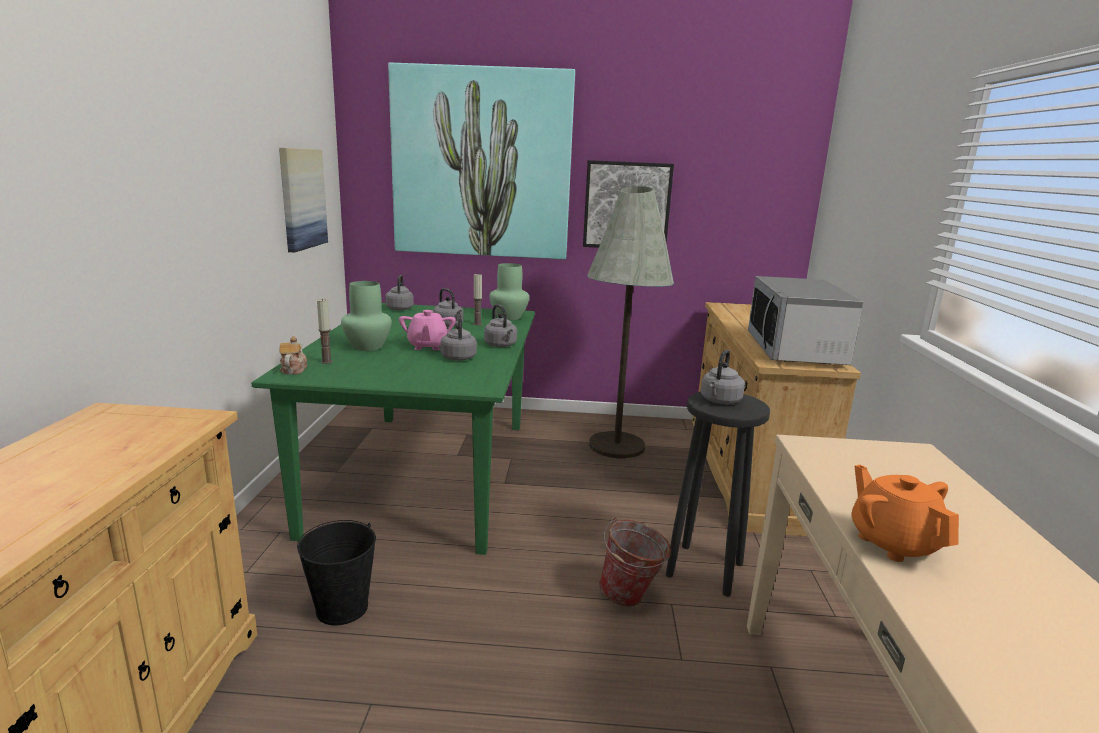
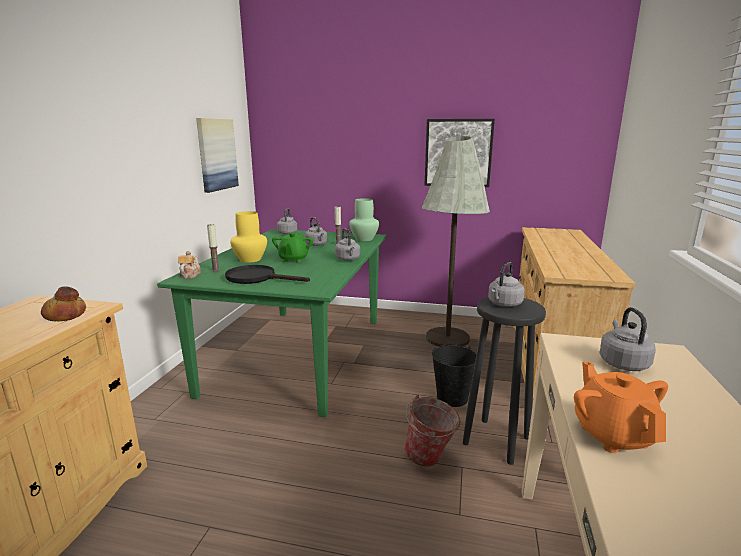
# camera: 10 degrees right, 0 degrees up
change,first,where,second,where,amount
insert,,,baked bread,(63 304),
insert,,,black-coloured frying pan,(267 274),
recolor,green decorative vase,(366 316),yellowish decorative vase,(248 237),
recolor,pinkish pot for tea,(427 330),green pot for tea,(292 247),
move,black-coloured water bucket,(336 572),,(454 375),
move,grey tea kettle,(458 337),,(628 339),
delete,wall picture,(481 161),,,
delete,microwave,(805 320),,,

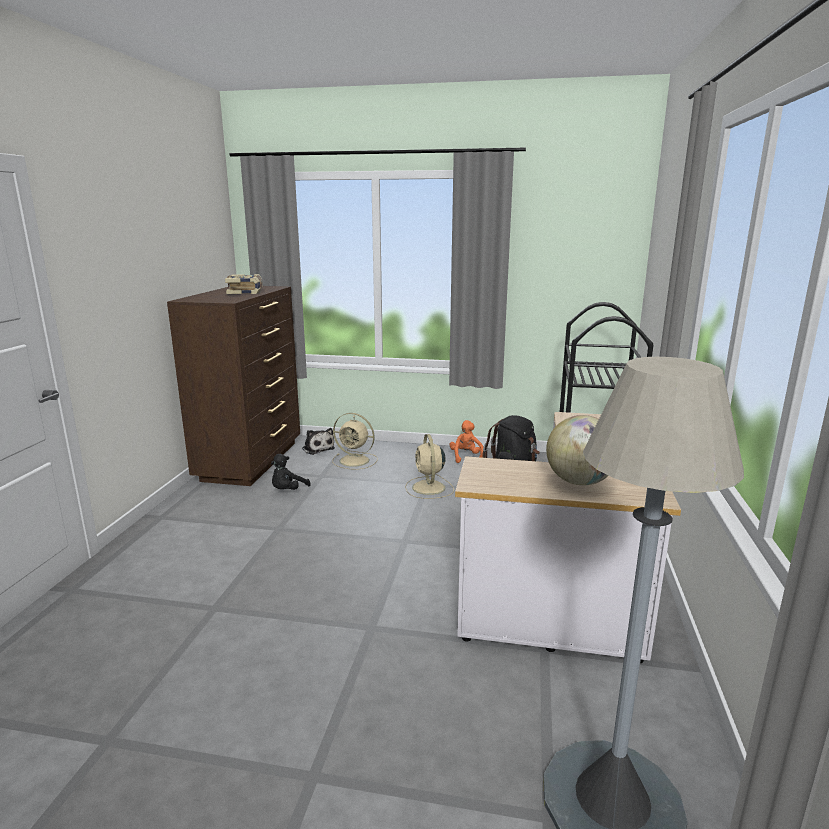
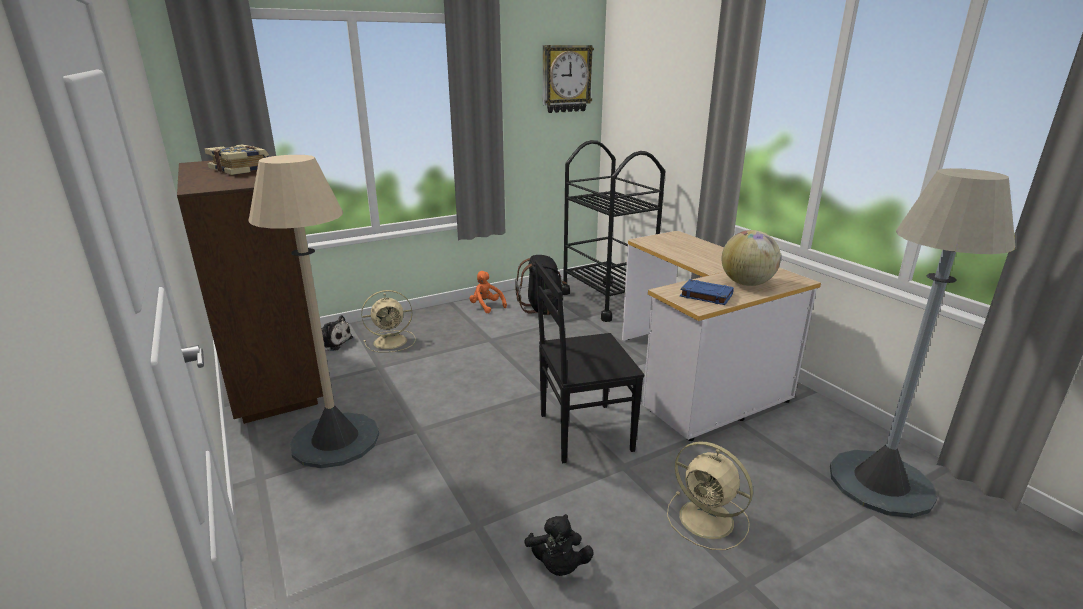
# camera: 40 degrees left, 5 degrees up
change,first,where,second,where,amount
insert,,,beige-coloured standing lamp,(313 312),
move,black-coloured soft toy,(291 472),,(559 545),
insert,,,black-coloured plain chair,(589 361),
insert,,,clock on the wall,(568 79),
move,beige-coloured electric fan,(429 466),,(710 495),
insert,,,blue bound book,(707 292),

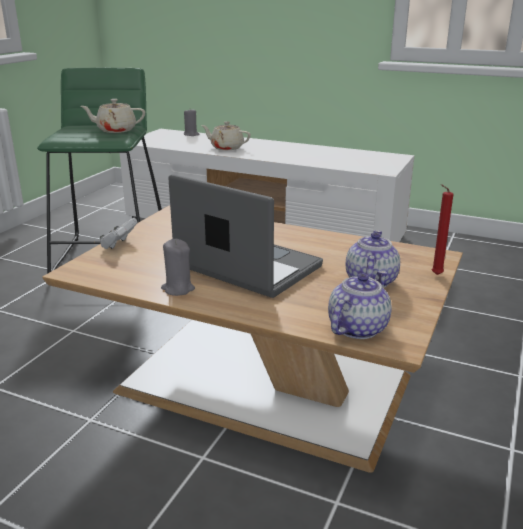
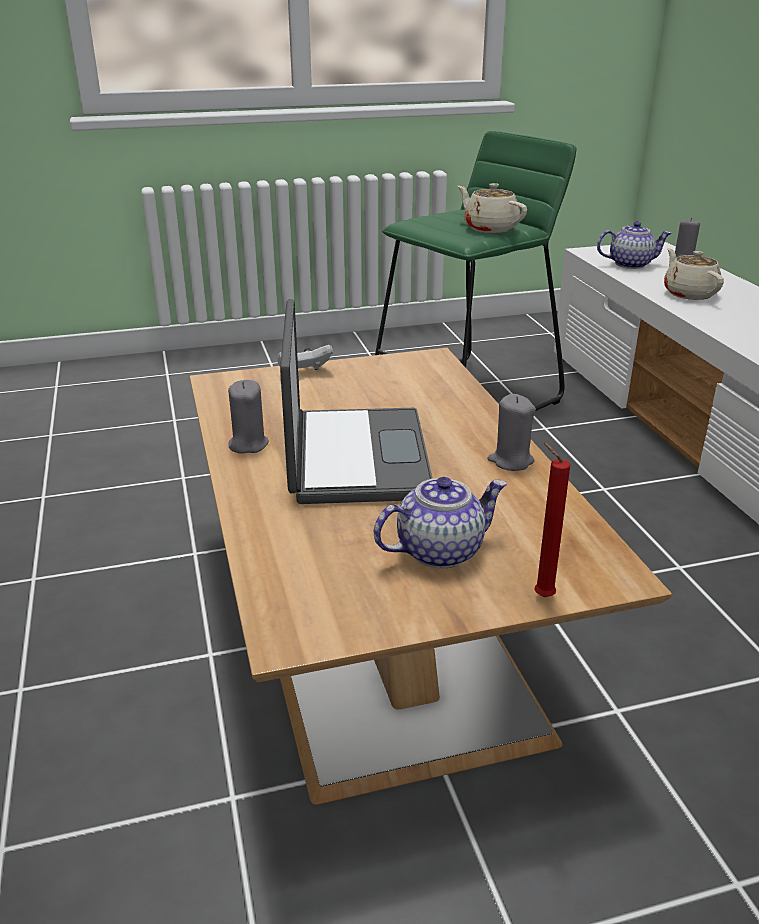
# camera: 50 degrees right, 5 degrees up
change,first,where,second,where,amount
insert,,,grey candle,(511 432),
move,pot for tea,(360 305),,(634 245),

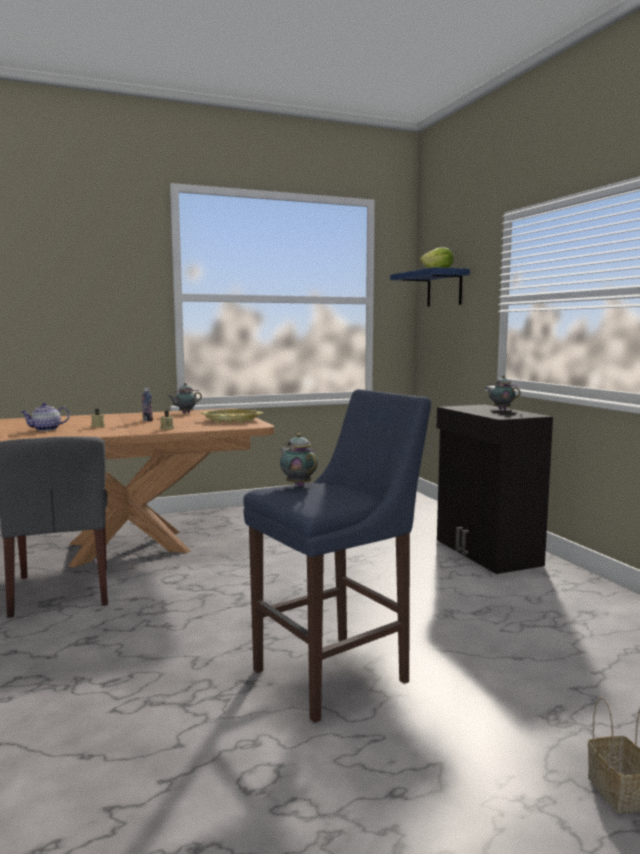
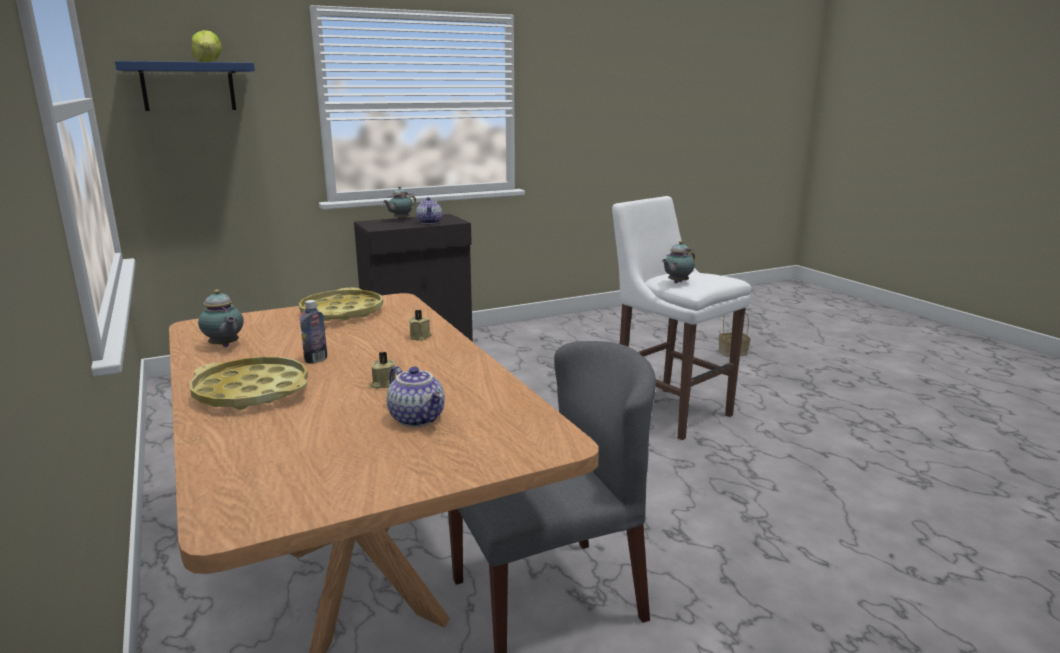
# camera: 95 degrees left, 10 degrees up
change,first,where,second,where,amount
insert,,,yellowish serving tray,(248 383),
insert,,,pot for tea,(429 210),
recolor,blue stool seat,(337 556),whitish stool seat,(681 318),

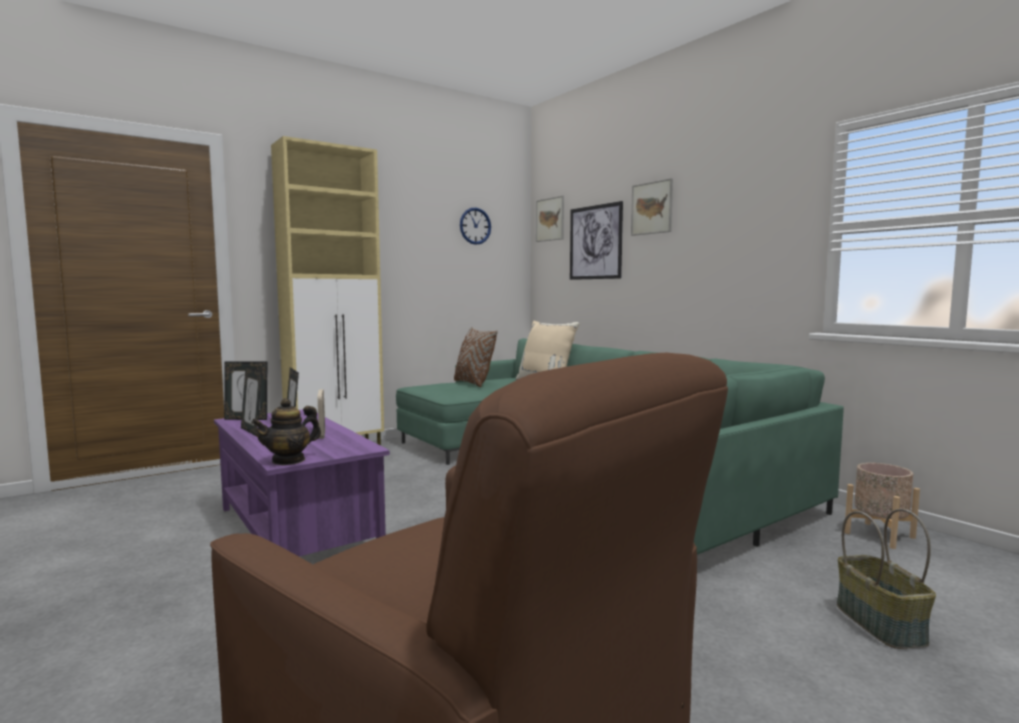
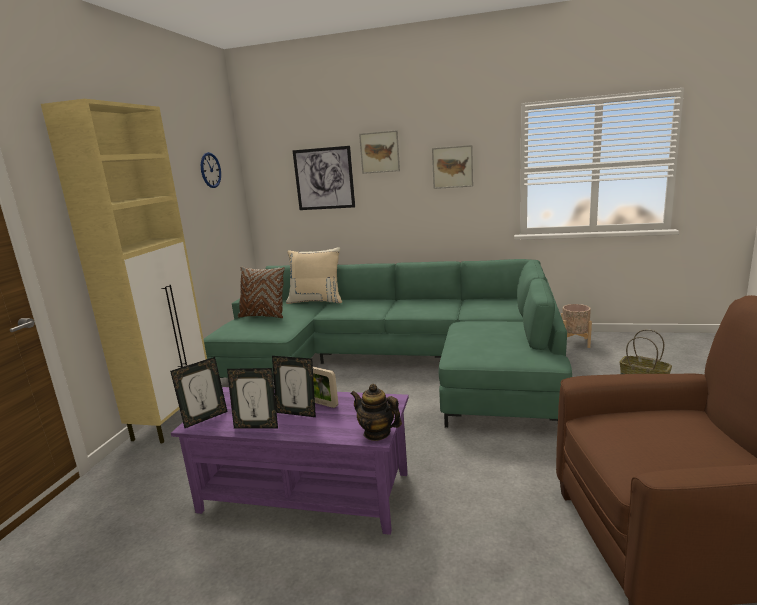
# camera: 40 degrees left, 10 degrees up
change,first,where,second,where,amount
rotate,pot for tea,(286 431),,(376 412),120 degrees clockwise
move,wall picture,(550 218),,(452 167),

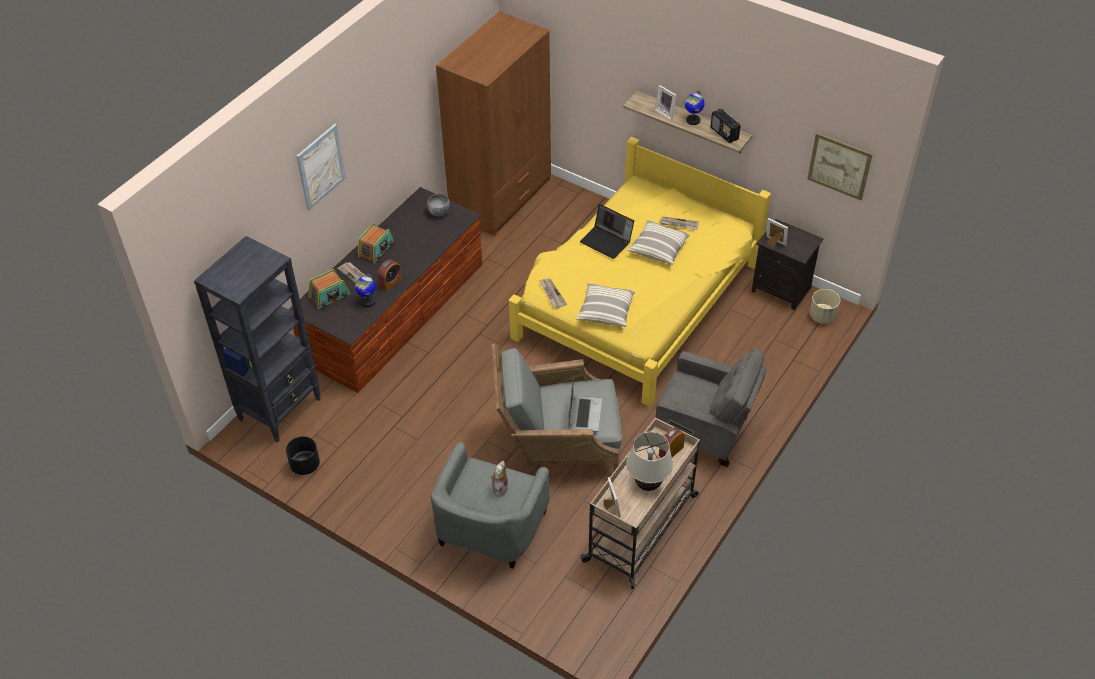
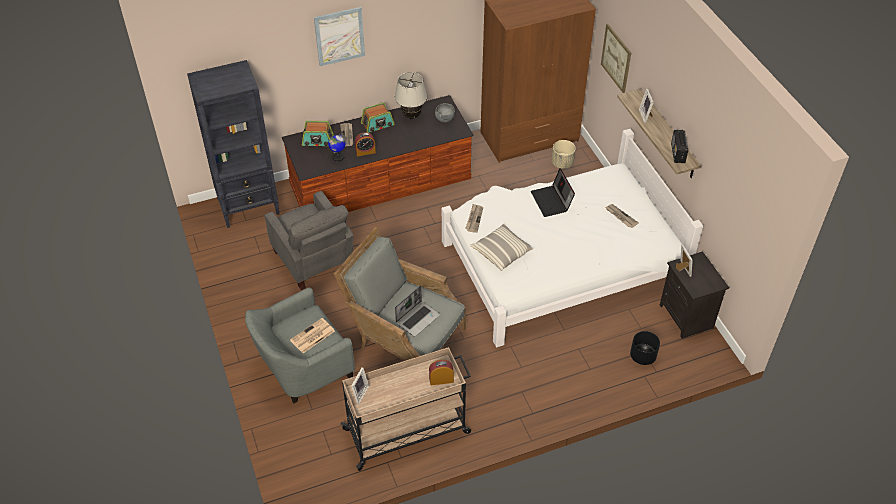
# camera: 35 degrees right, 0 degrees up
change,first,where,second,where,amount
move,grey lounge chair,(711 407),,(308 240),
replace,soft toy,(499 479),newspaper,(312 335),
move,beige-coloured table lamp,(649 461),,(411 95),
recolor,yellowish bedroom bed,(640 272),whitish bedroom bed,(572 238),
move,beige-coloured plant pot,(824 306),,(564 154),
move,wall picture,(840 166),,(616 58),
move,black-coloured plant pot,(303 455),,(645 348),
delete,pillow,(659 242),,,
delete,world globe,(695 108),,,

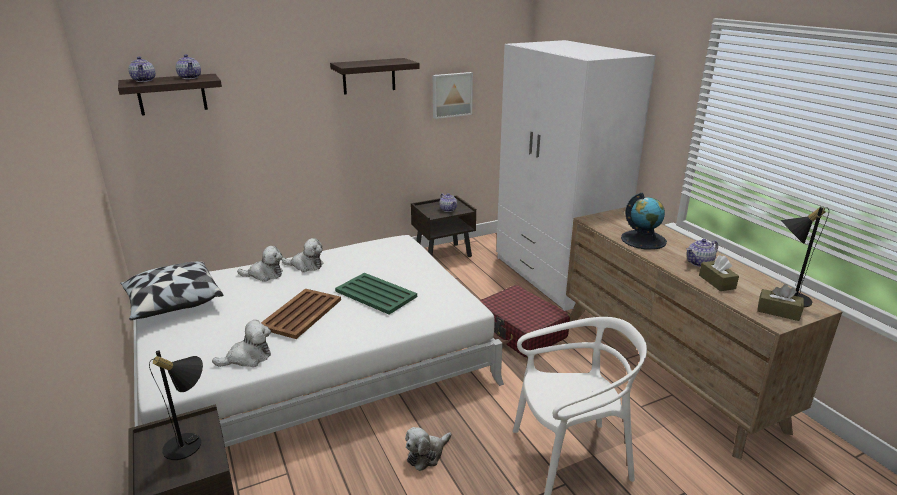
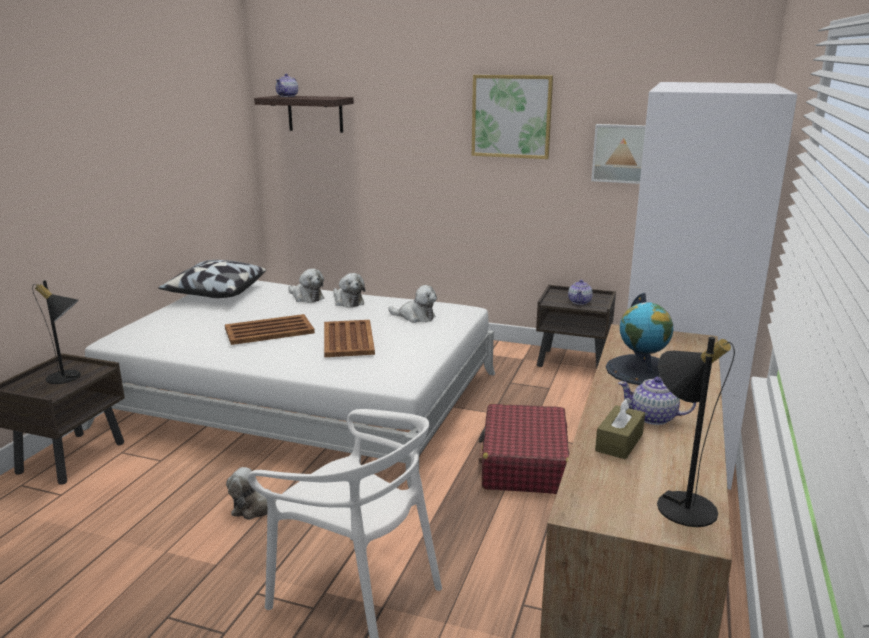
# camera: 45 degrees right, 5 degrees down
change,first,where,second,where,amount
recolor,green serving tray,(376 294),brownish serving tray,(349 338),
move,soft toy,(241 343),,(412 304),
replace,shelf,(375 76),wall picture,(512 117),
delete,pot for tea,(188 66),,,
delete,brownish tissue holder,(780 302),,,

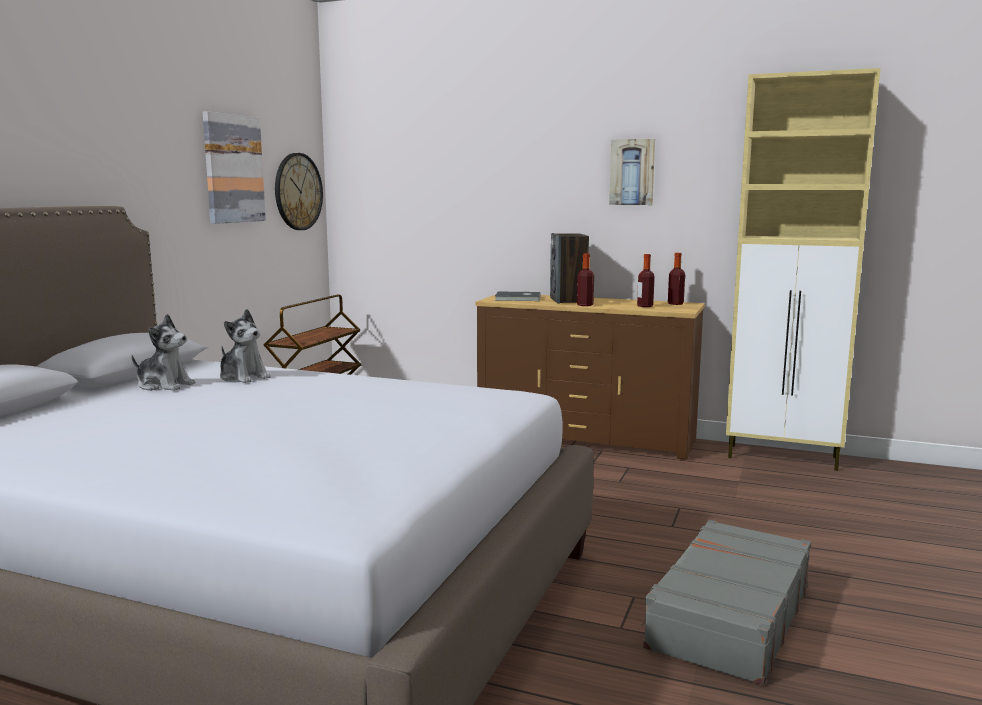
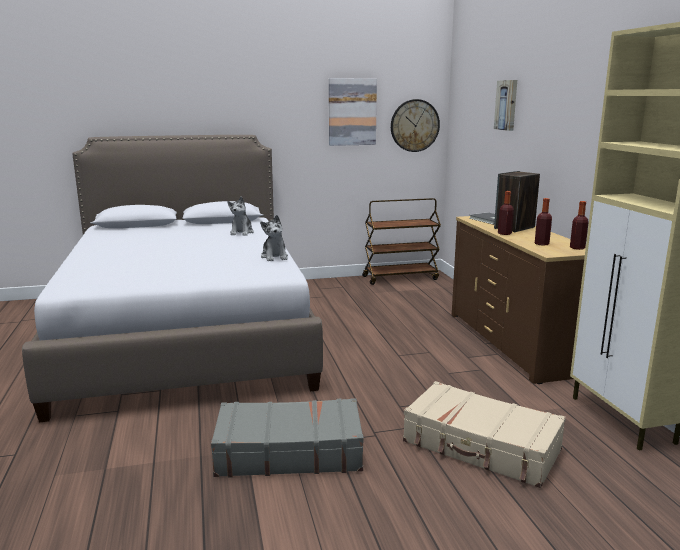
# camera: 55 degrees right, 5 degrees up
change,first,where,second,where,amount
move,soft toy,(163 352),,(274 238),
insert,,,beige-coloured travel case,(484 434),
move,wall picture,(632 172),,(505 105),

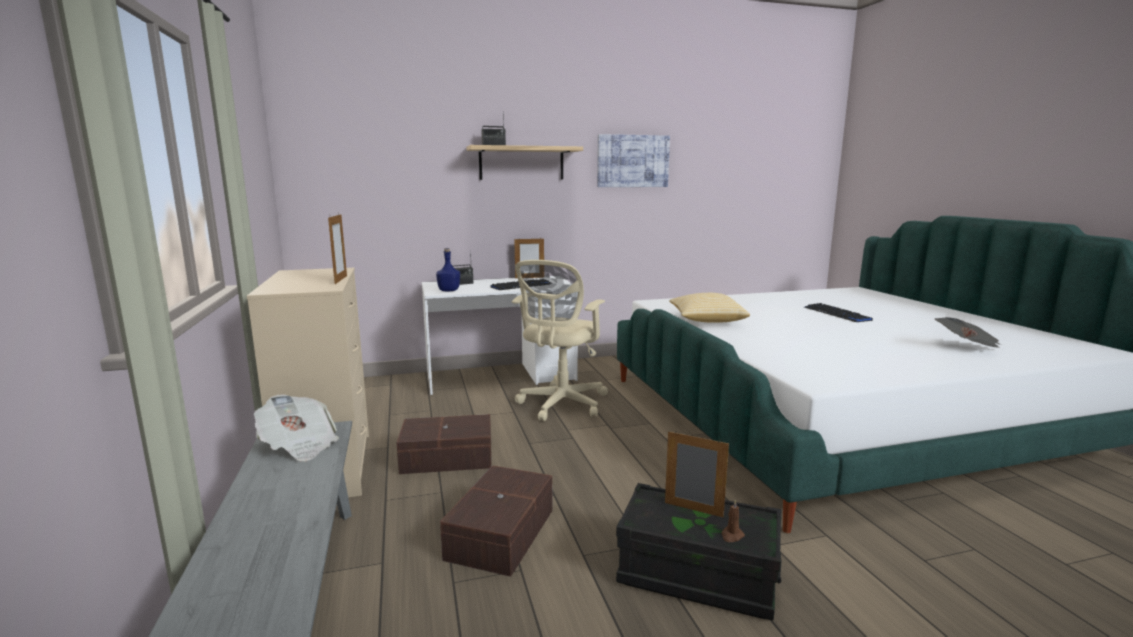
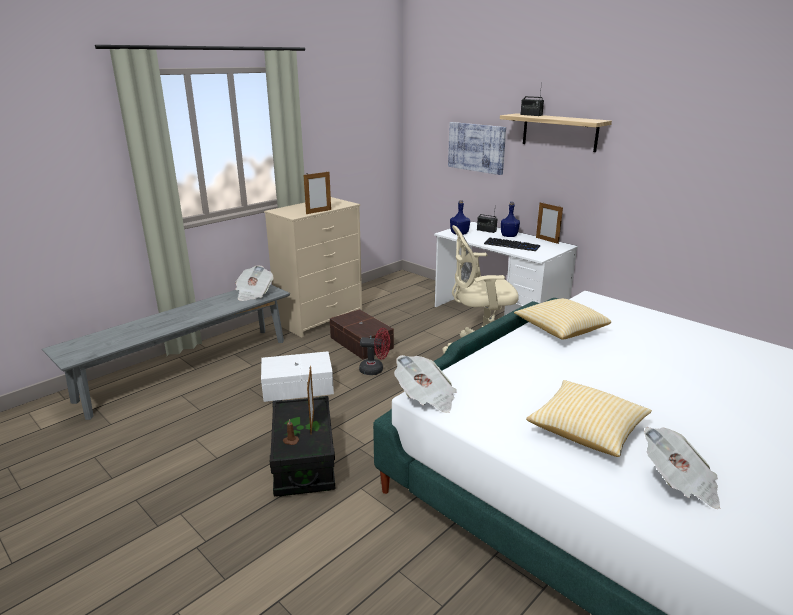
# camera: 60 degrees right, 10 degrees up
change,first,where,second,where,amount
recolor,brownish storage container,(496 521),whitish storage container,(297 376),
insert,,,red-coloured electric fan,(374 351),
insert,,,newspaper,(425 384),
move,wall picture,(633 160),,(477 148),
insert,,,blue bottle,(510 219),
insert,,,pillow,(589 418),
delete,computer keyboard,(838 312),,,

